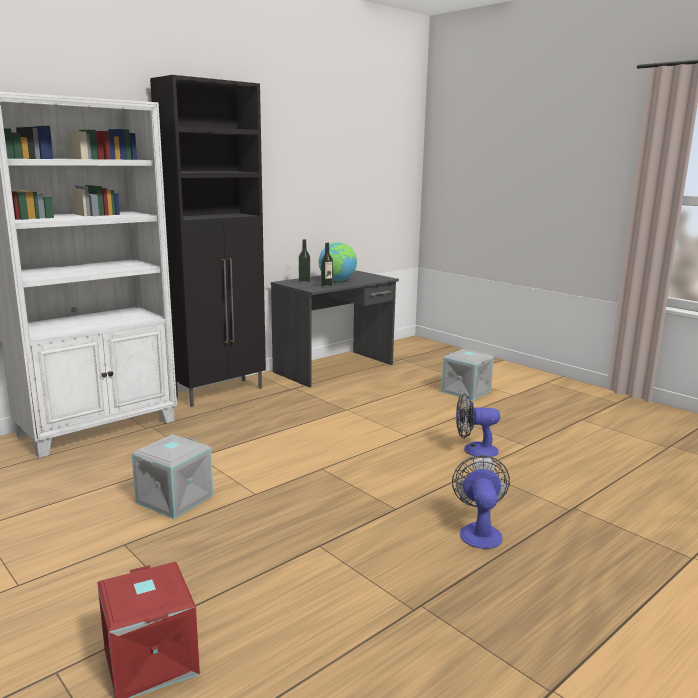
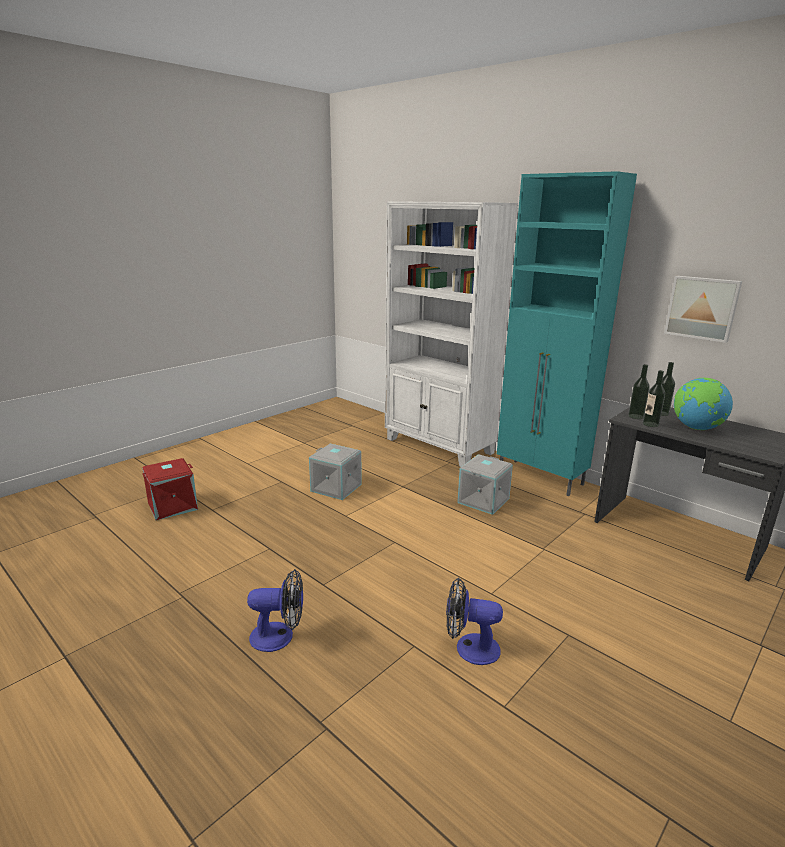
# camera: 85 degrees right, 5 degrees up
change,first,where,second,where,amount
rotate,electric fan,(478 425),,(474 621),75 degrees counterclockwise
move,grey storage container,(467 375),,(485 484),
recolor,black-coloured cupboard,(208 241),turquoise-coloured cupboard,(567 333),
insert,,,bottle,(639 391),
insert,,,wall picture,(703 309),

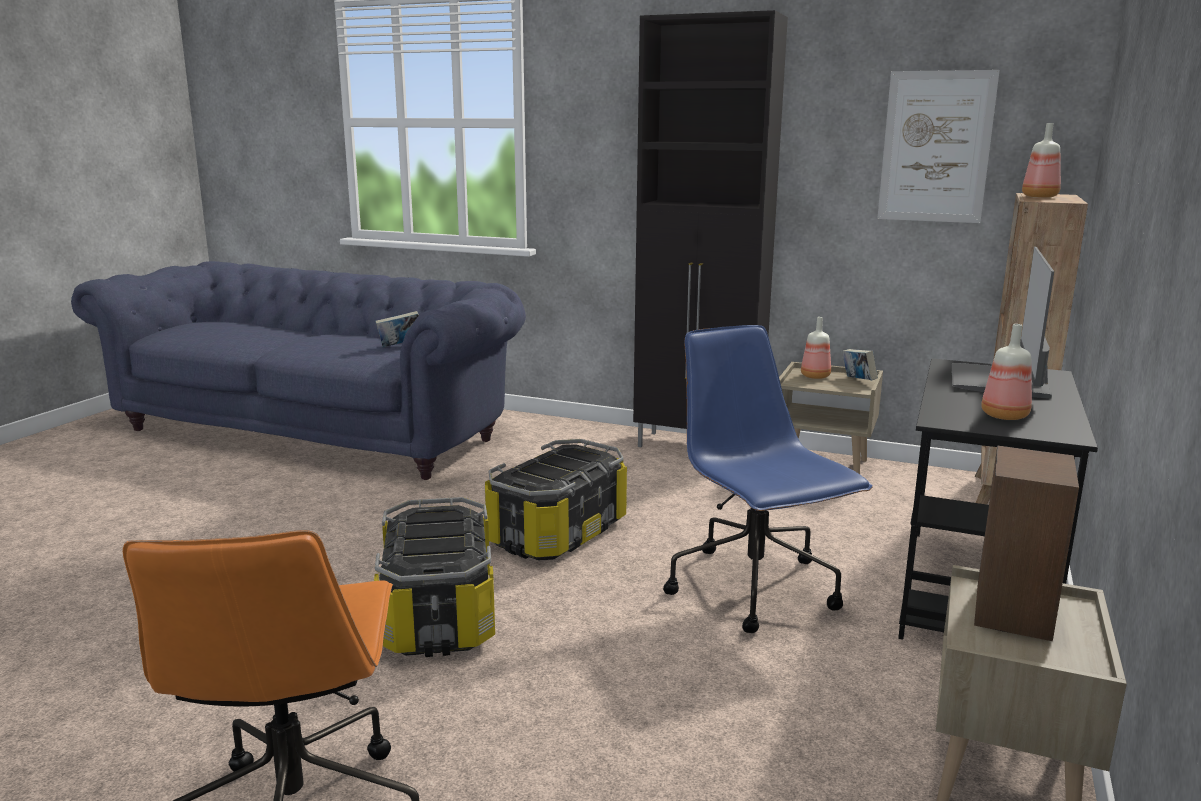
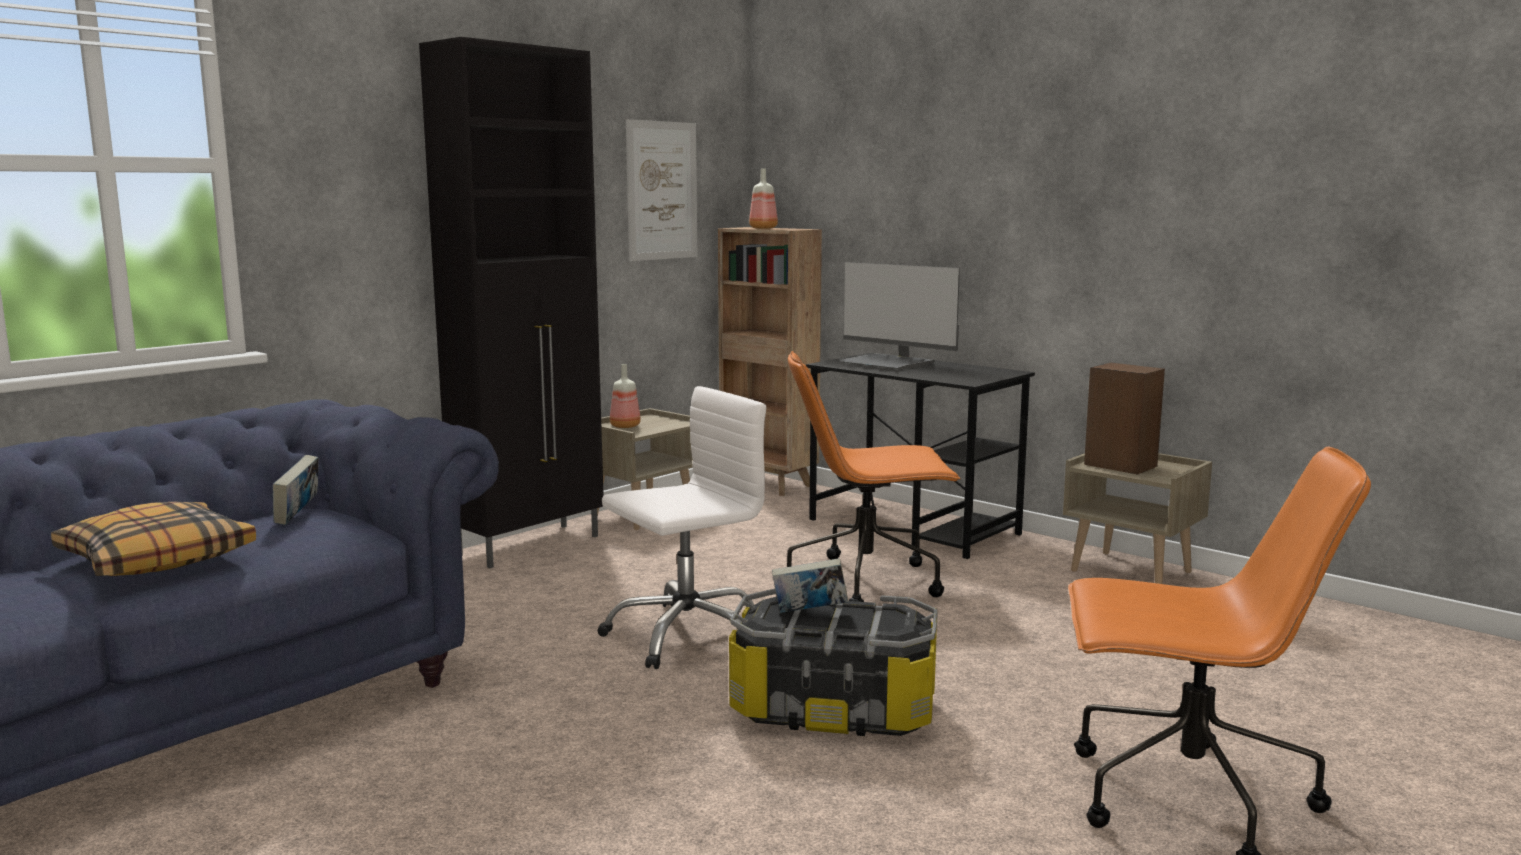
# camera: 70 degrees left, 5 degrees down
change,first,where,second,where,amount
insert,,,pillow,(153 539),
replace,storage container,(556 500),whitish computer chair,(681 527),
move,bound book,(860 364),,(810 585),
recolor,blue computer chair,(768 479),orange computer chair,(874 476),
delete,bottle,(1006 372),,,

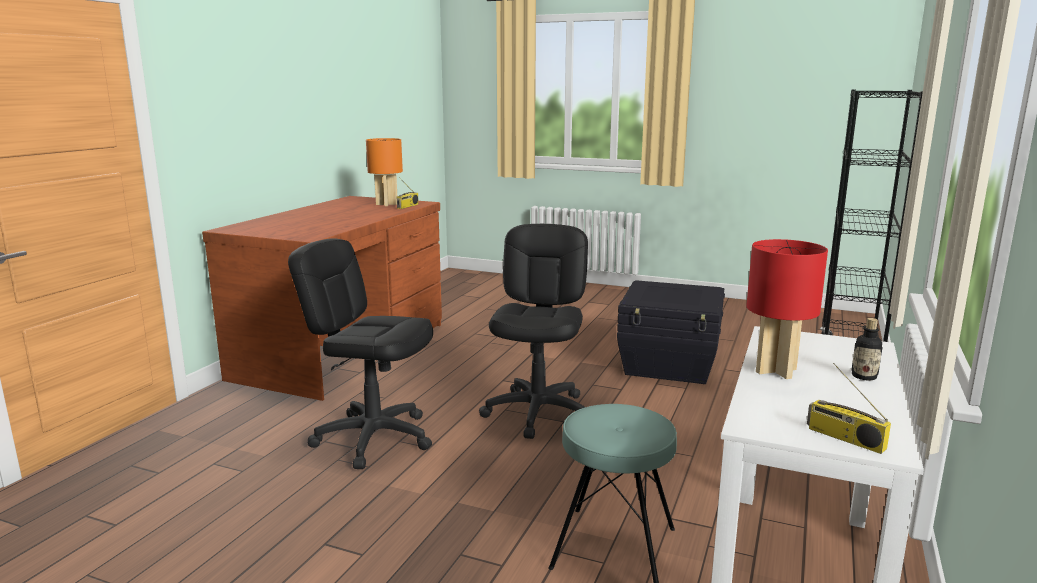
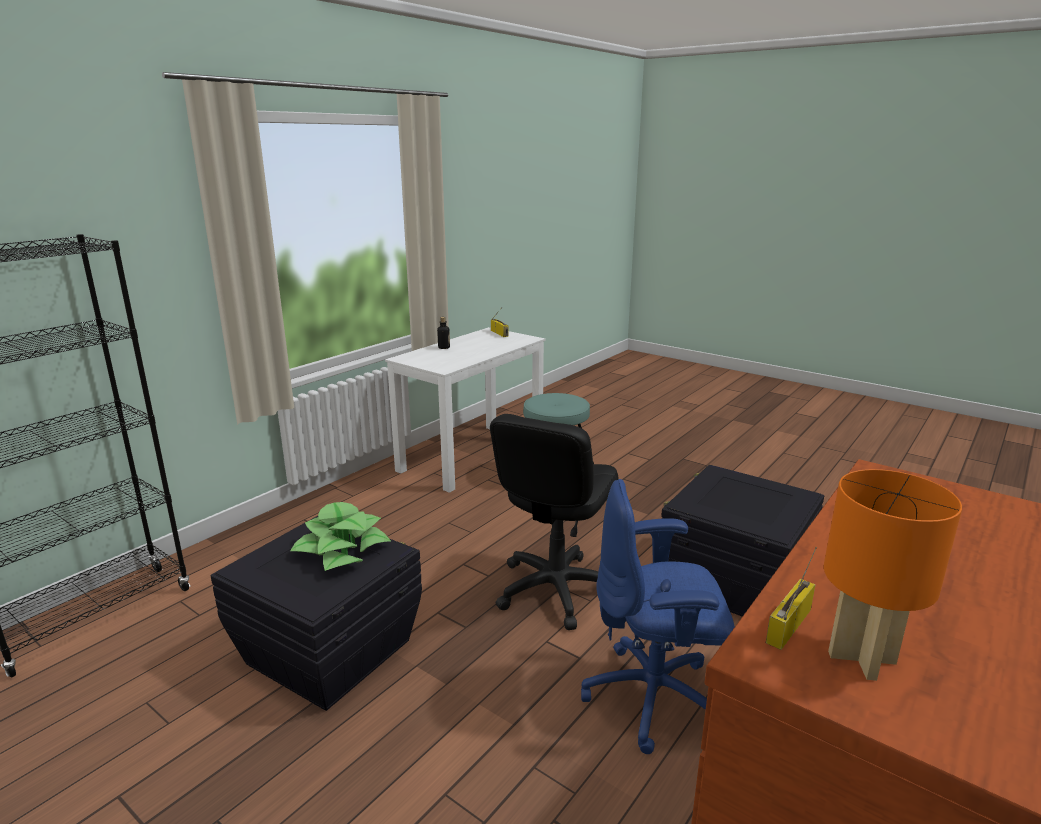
# camera: 165 degrees left, 5 degrees up
change,first,where,second,where,amount
insert,,,plant in a pot,(340 536),
insert,,,blue computer chair,(658 616),
replace,black-coloured computer chair,(360 353),black-coloured storage container,(742 541),
delete,red-coloured table lamp,(787 309),,,

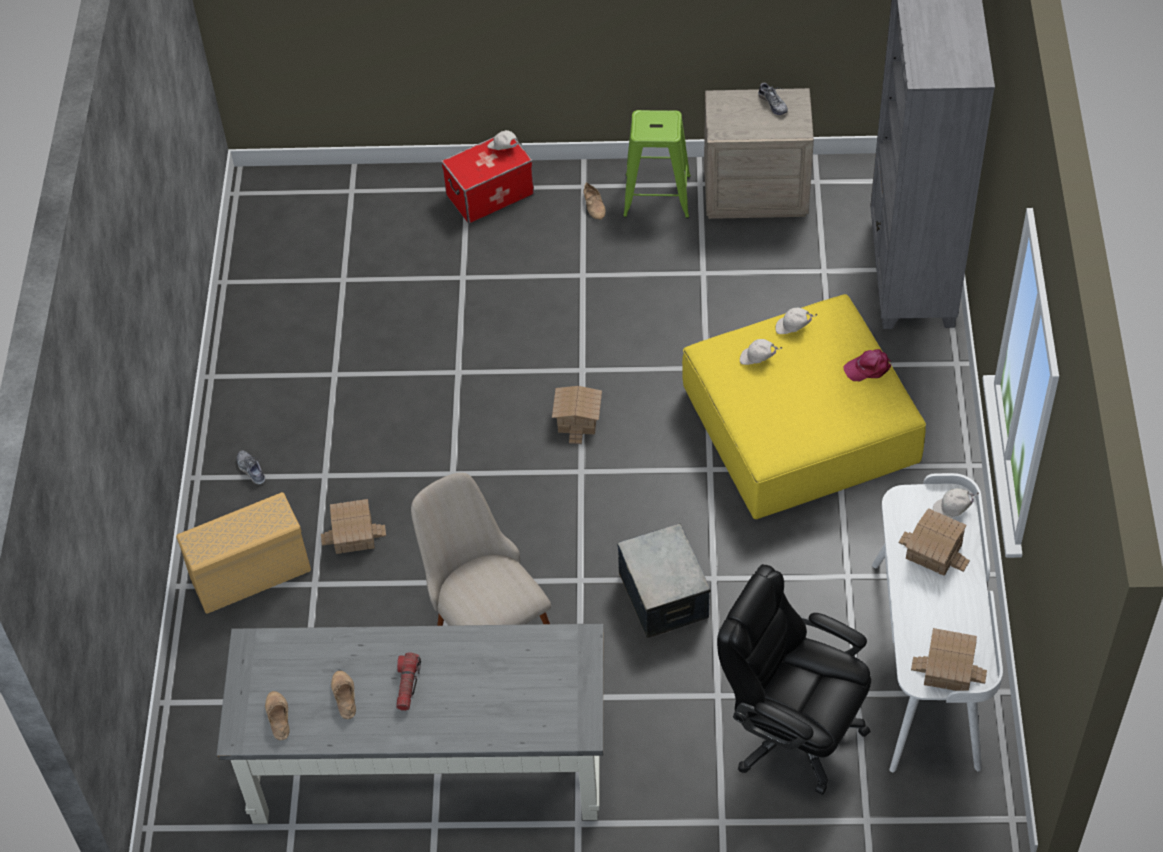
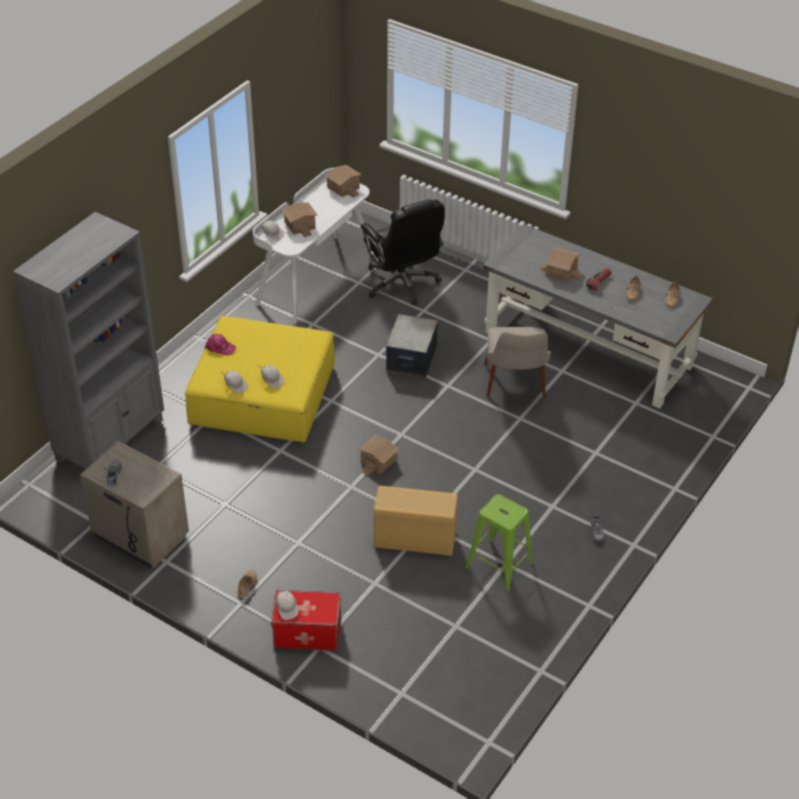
# camera: 150 degrees left, 10 degrees down
change,first,where,second,where,amount
move,beige-coloured storage container,(243 553),,(416 520),
move,green stool seat,(657 164),,(499 543),
move,miniature house,(353 526),,(561 264),

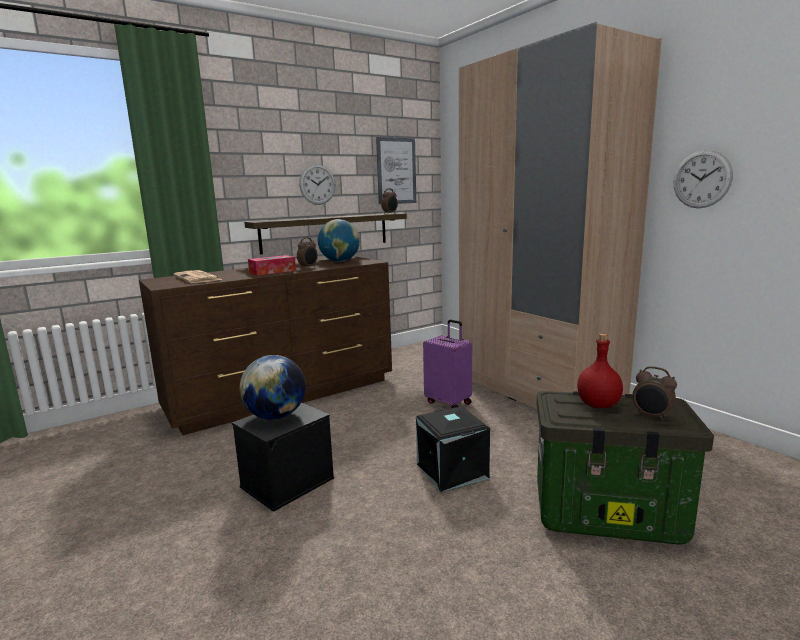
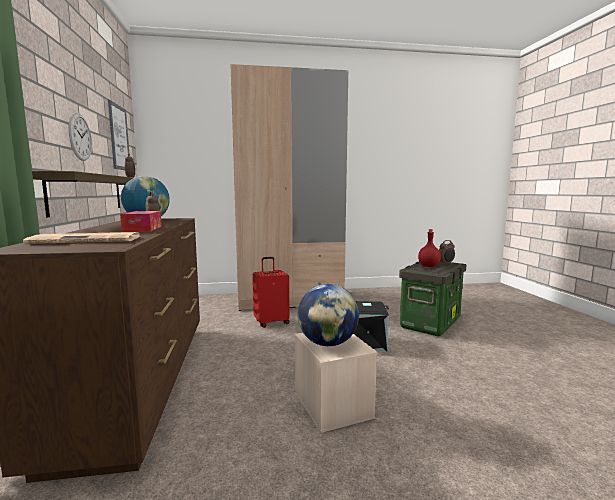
# camera: 65 degrees left, 5 degrees down
change,first,where,second,where,amount
recolor,purplish travel case,(447 363),red-coloured travel case,(271 292),
recolor,black-coloured storage container,(283 457),beige-coloured storage container,(336 383),
delete,clock on the wall,(703 179),,,

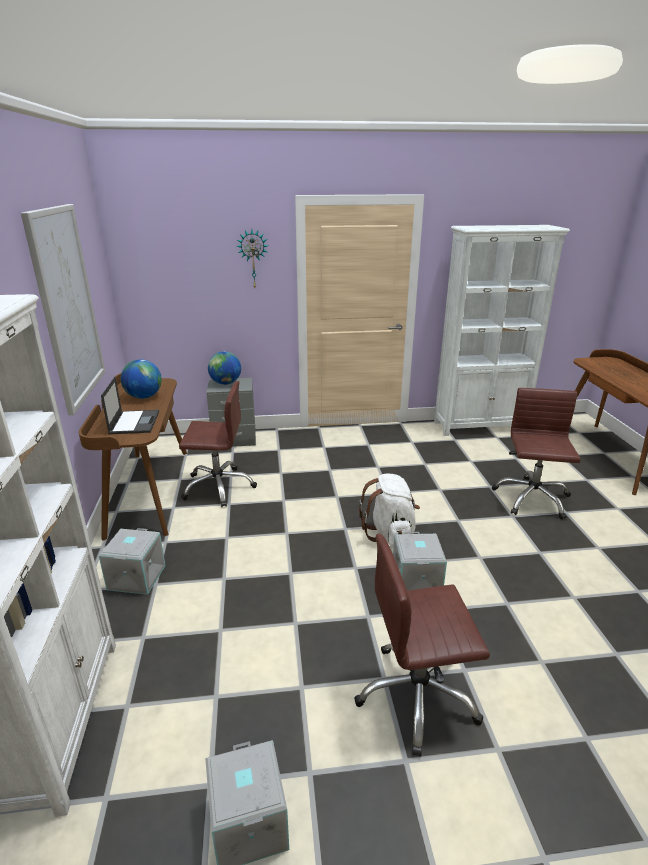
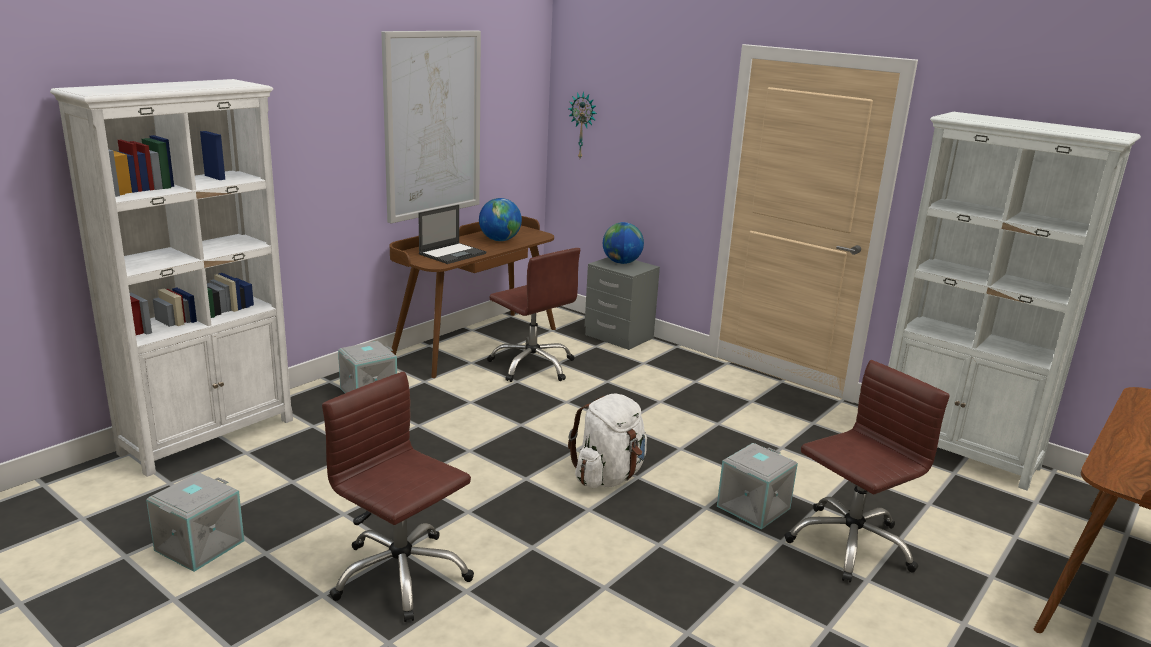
# camera: 45 degrees right, 5 degrees down
change,first,where,second,where,amount
move,clock on the wall,(252 258),,(583 124),
move,grey storage container,(420 561),,(757 486),

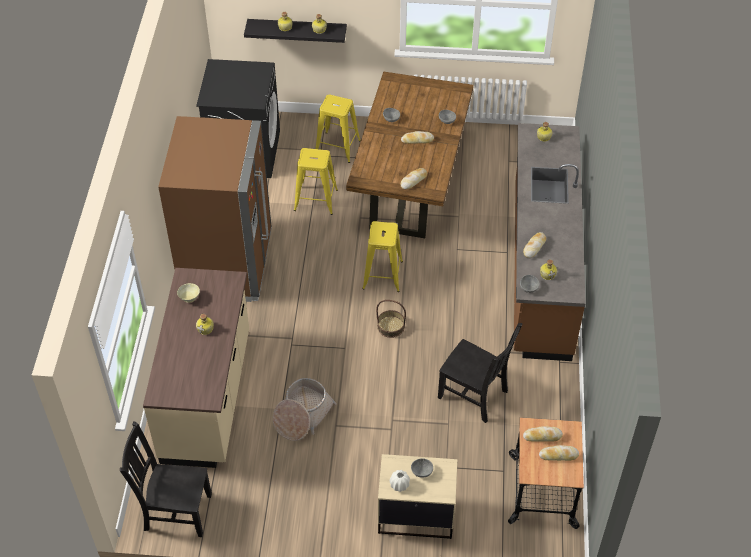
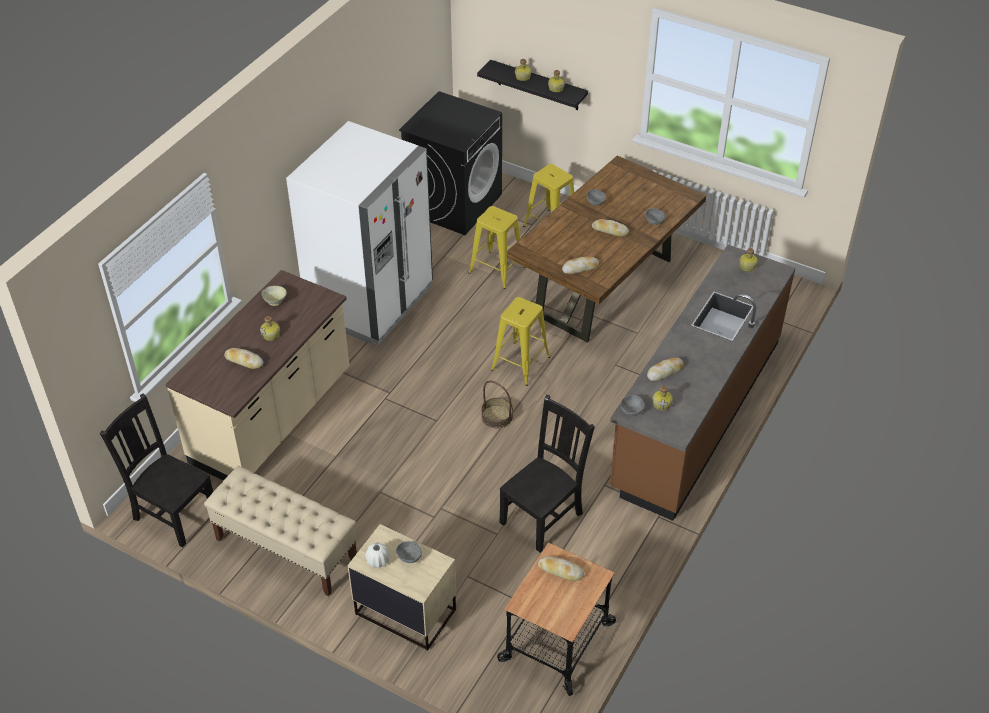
# camera: 25 degrees right, 5 degrees down
change,first,where,second,where,amount
insert,,,beige-coloured indoor bench,(280 531),
move,baked bread,(559 453),,(243 358),
recolor,brownish kitchen fridge,(215 209),whitish kitchen fridge,(359 233),
rotate,black-coloured plain chair,(480 373),,(547 474),105 degrees counterclockwise
delete,household basket,(305 409),,,

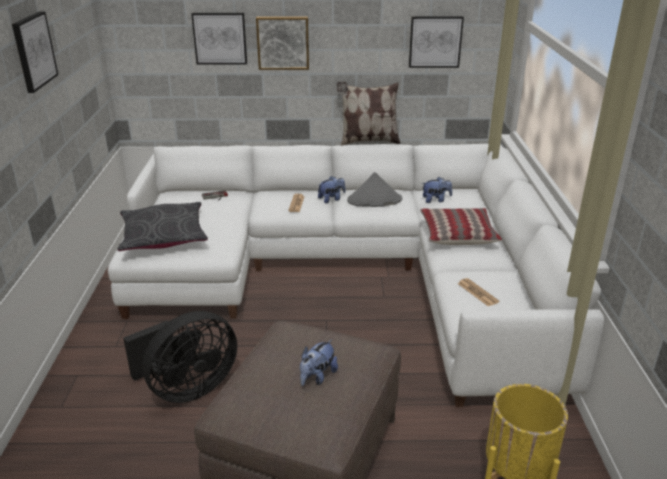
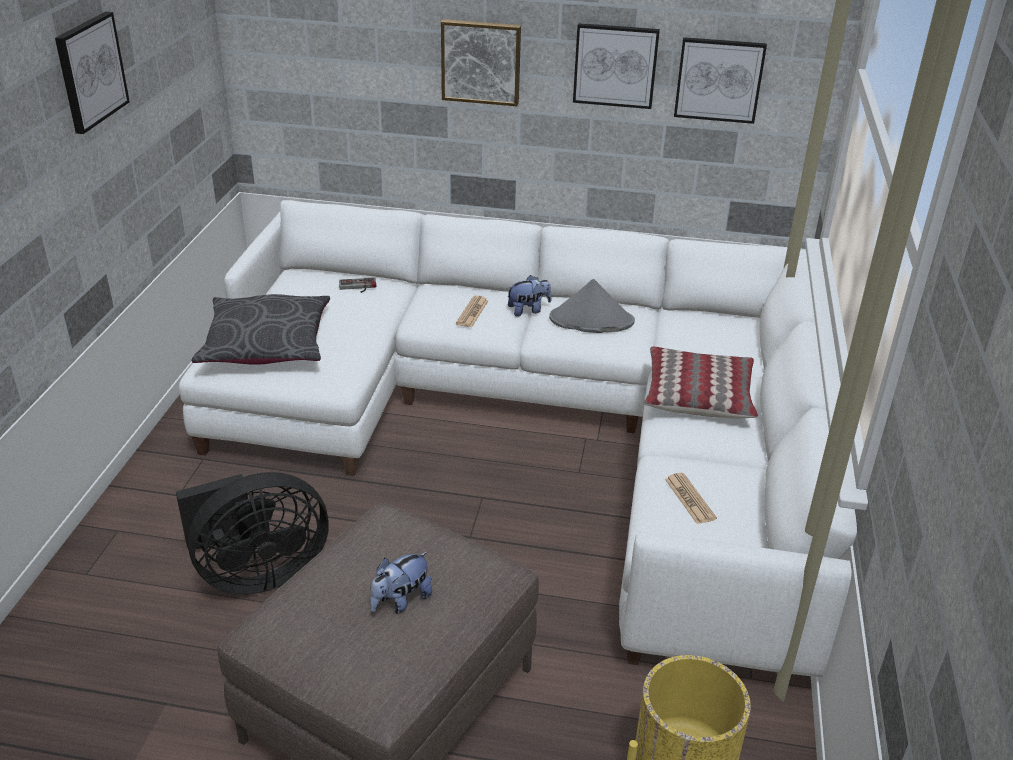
# camera: 10 degrees right, 5 degrees up
change,first,where,second,where,amount
move,wall picture,(219 39),,(616 66),
delete,pillow,(368 113),,,
delete,soft toy,(437 190),,,

